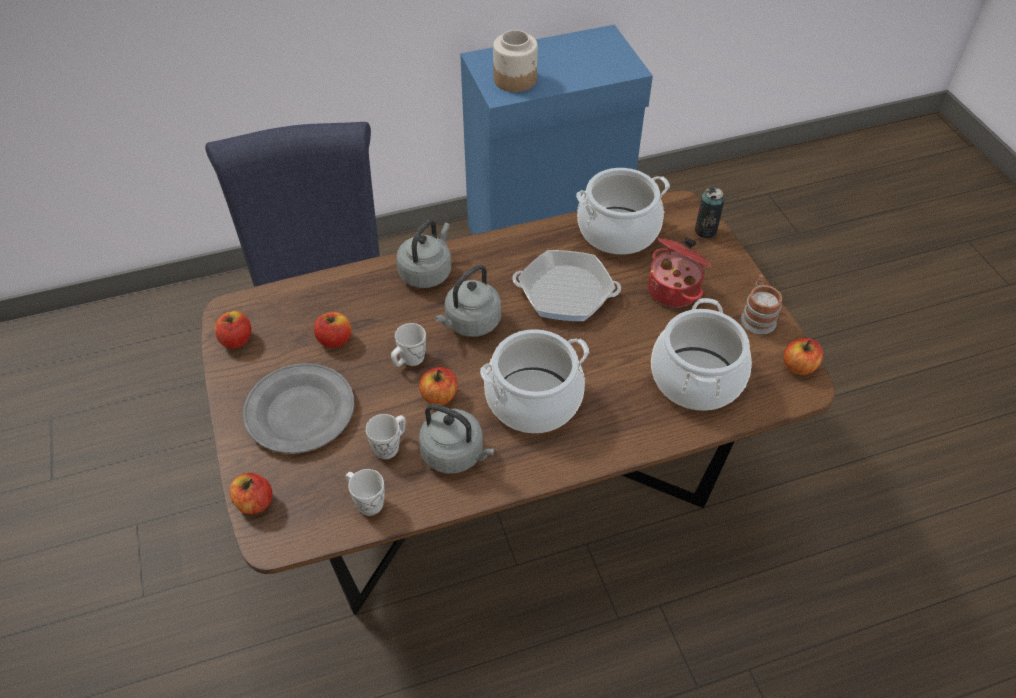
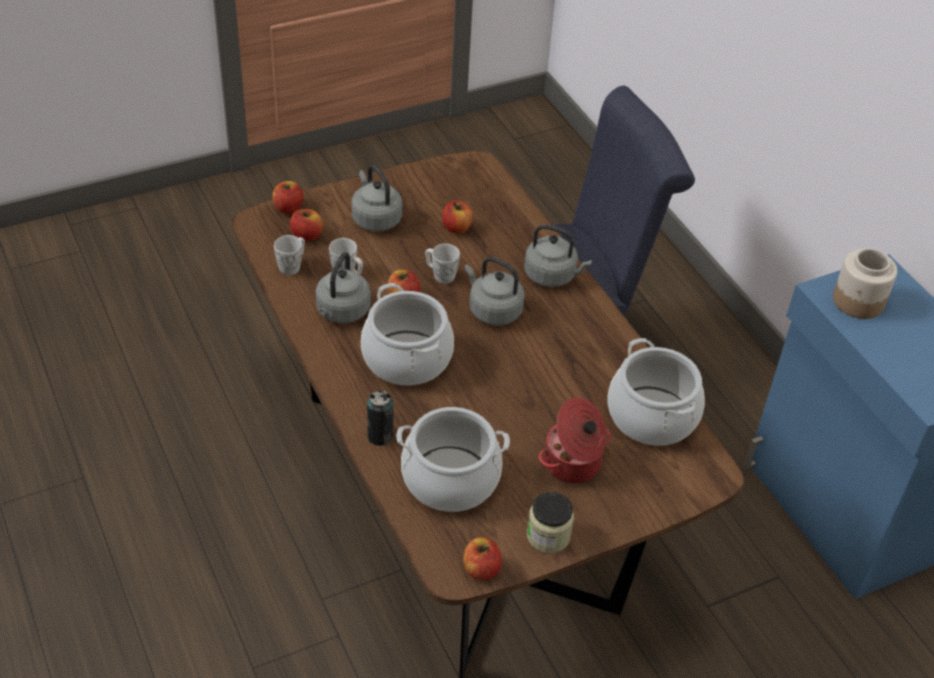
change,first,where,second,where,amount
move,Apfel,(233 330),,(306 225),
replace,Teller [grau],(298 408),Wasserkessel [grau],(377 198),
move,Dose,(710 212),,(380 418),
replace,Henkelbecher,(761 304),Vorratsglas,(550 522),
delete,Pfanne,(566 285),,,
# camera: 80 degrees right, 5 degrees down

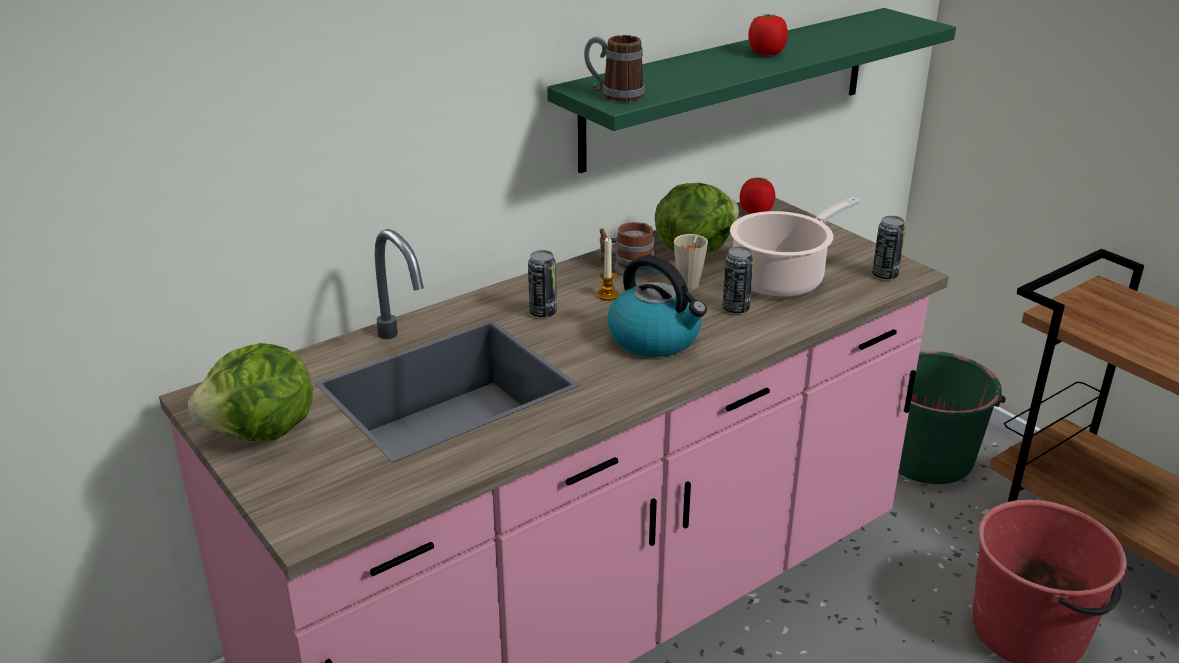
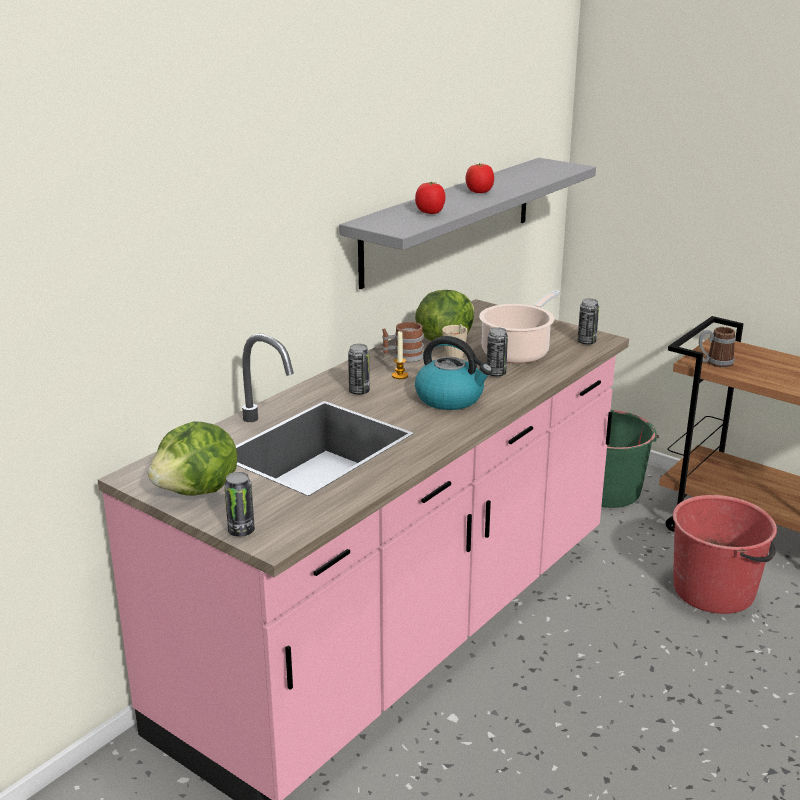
change,first,where,second,where,amount
insert,,,Dose,(239 504),
recolor,Wandregal [grün],(751 90),Wandregal [grau],(467 223),
move,Tomate,(758 196),,(430 198),
move,Henkelbecher,(614 68),,(717 347),
# camera: 15 degrees left, 5 degrees down

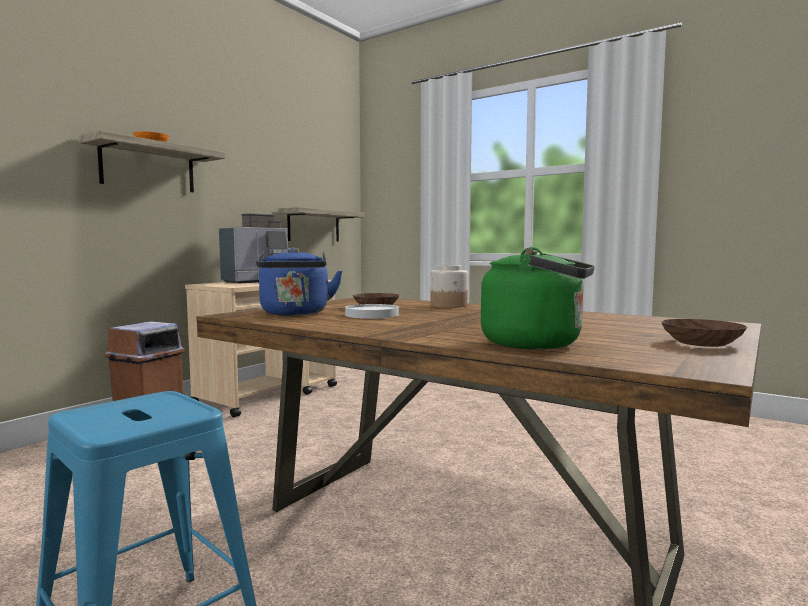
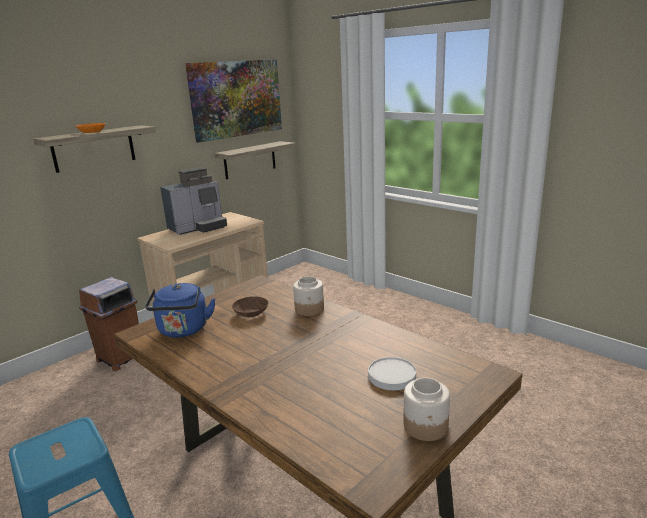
change,first,where,second,where,amount
insert,,,Bild,(233 101),
move,Teller [weiß],(372 311),,(392 373),
replace,Schüssel [braun],(704 333),Vorratsglas,(426 409),
delete,Wasserkessel [grün],(538 298),,,
# camera: 10 degrees right, 15 degrees up

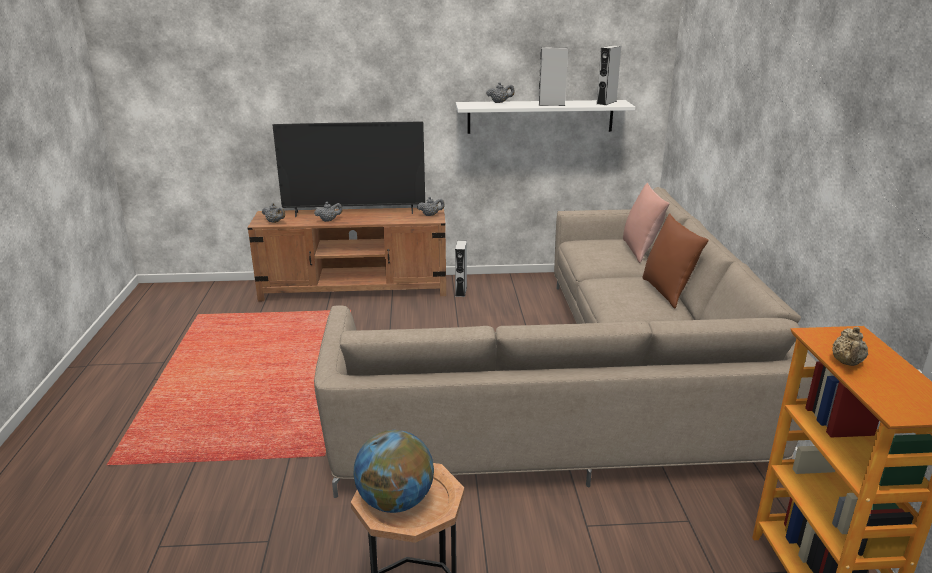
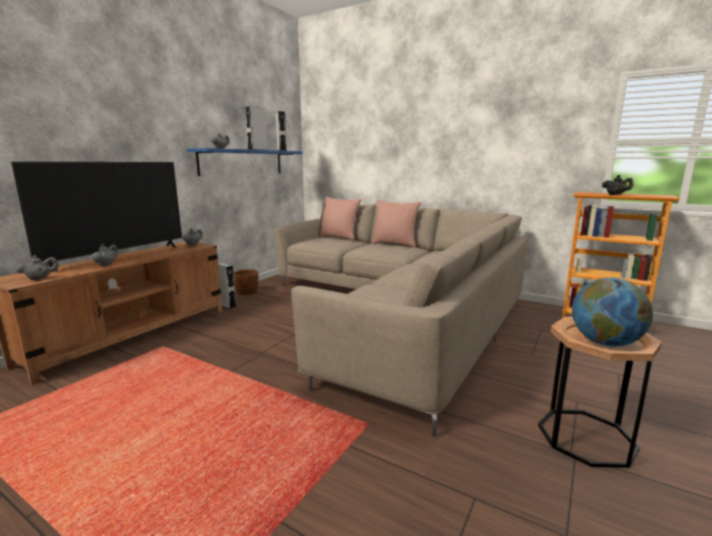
change,first,where,second,where,amount
recolor,Wandregal [weiß],(545 117),Wandregal [blau],(245 162),
insert,,,Pflanzkübel [braun],(246 282),
recolor,Kissen [braun],(675 260),Kissen [rosa],(396 223),
recolor,Teekanne [beige],(850 346),Teekanne [schwarz],(617 185),
# camera: 55 degrees left, 10 degrees down

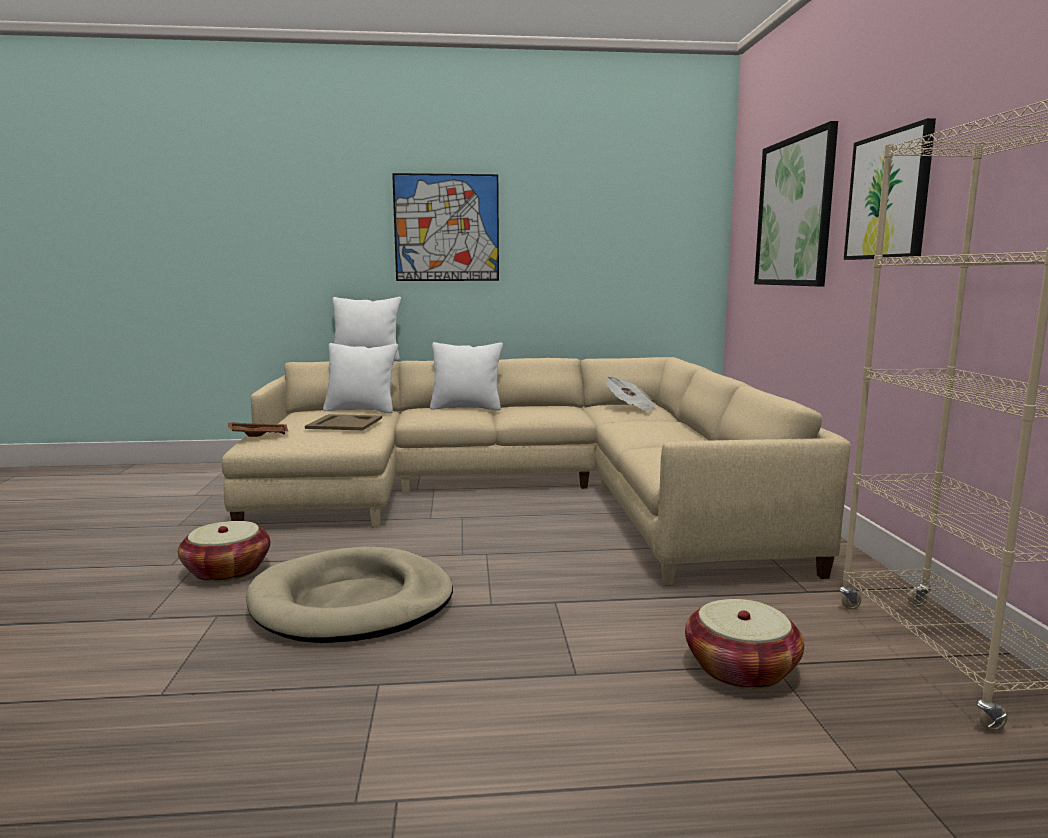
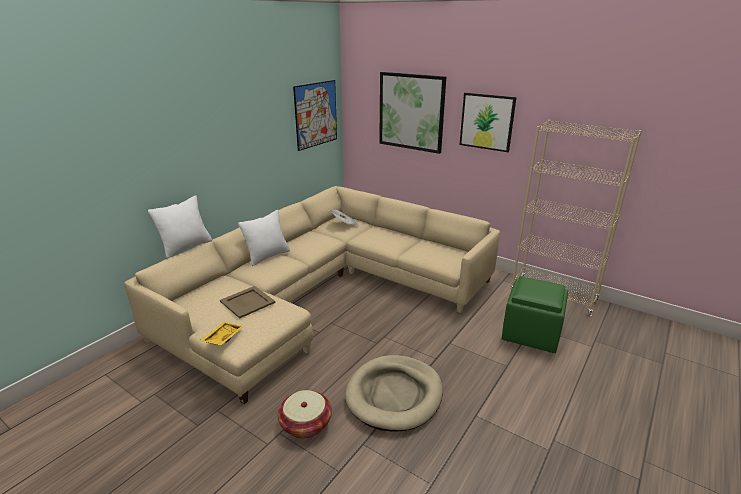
change,first,where,second,where,amount
recolor,Tablett [braun],(258 429),Tablett [gelb],(222 333),
move,Bild,(445 227),,(315 115),
replace,Korb,(744 644),Polsterhocker [grün],(535 314),
delete,Kissen [weiß],(360 378),,,
# camera: 50 degrees left, 15 degrees up

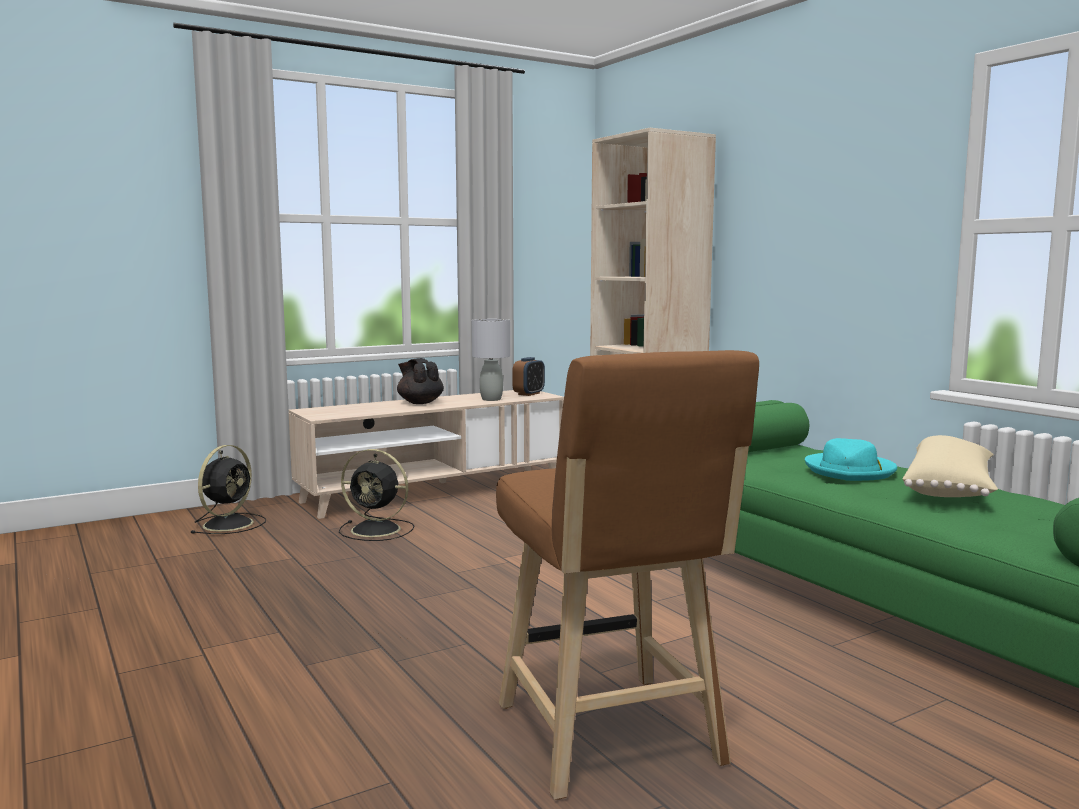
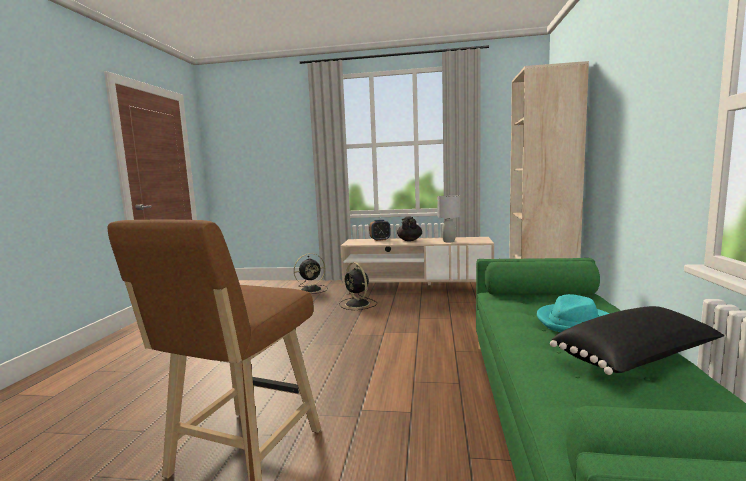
change,first,where,second,where,amount
move,Wecker,(528 376),,(380 230),
recolor,Kissen [beige],(950 466),Kissen [schwarz],(637 340),
# camera: 40 degrees right, 0 degrees up

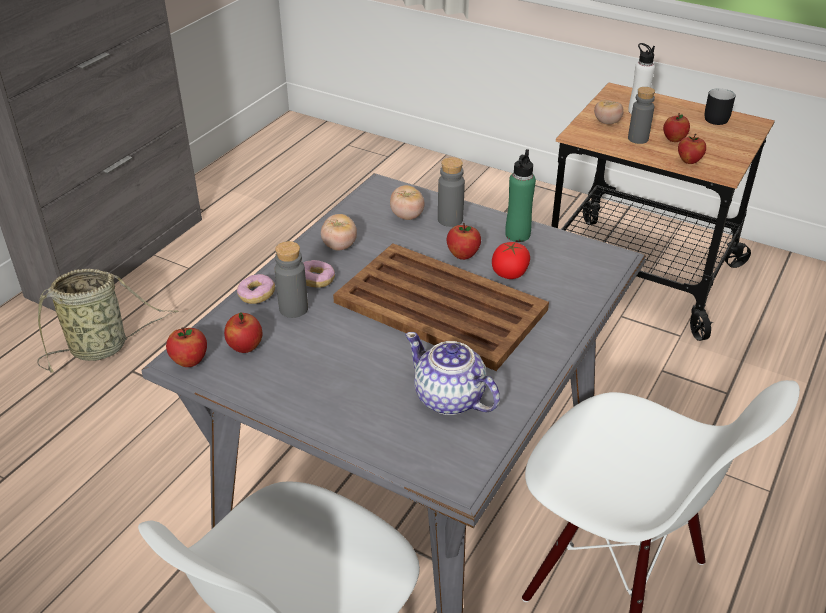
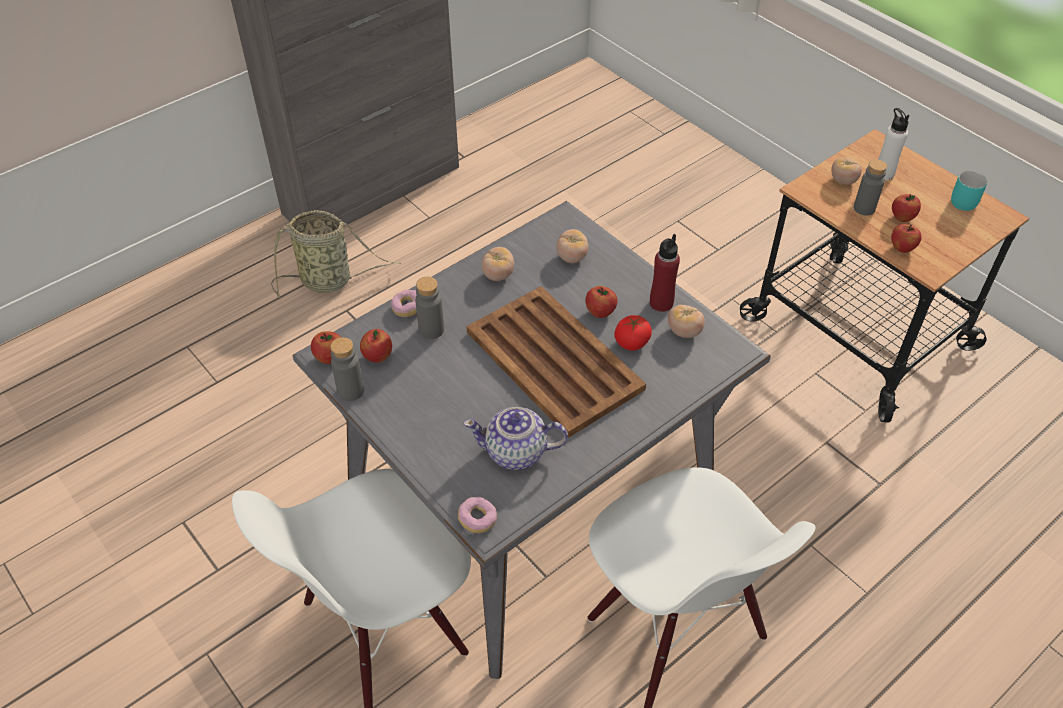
change,first,where,second,where,amount
move,Flasche [grau],(451 192),,(347 369),
move,Donut,(319 274),,(477 515),
rotate,Teekanne,(452 373),,(515 438),60 degrees counterclockwise
recolor,Flasche [grün],(520 195),Flasche [rot],(665 273),
insert,,,Tomate,(686 321),
recolor,Henkelbecher [schwarz],(720 106),Henkelbecher [türkis],(969 191),
# camera: 20 degrees right, 10 degrees up

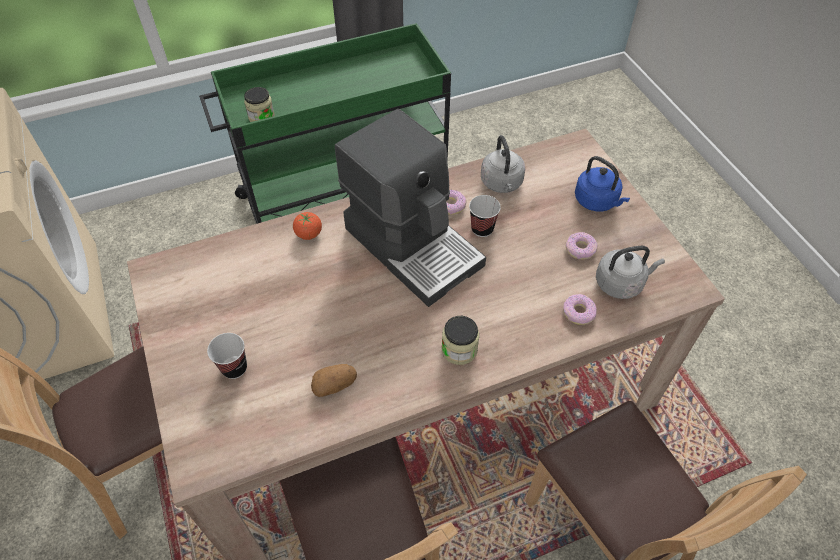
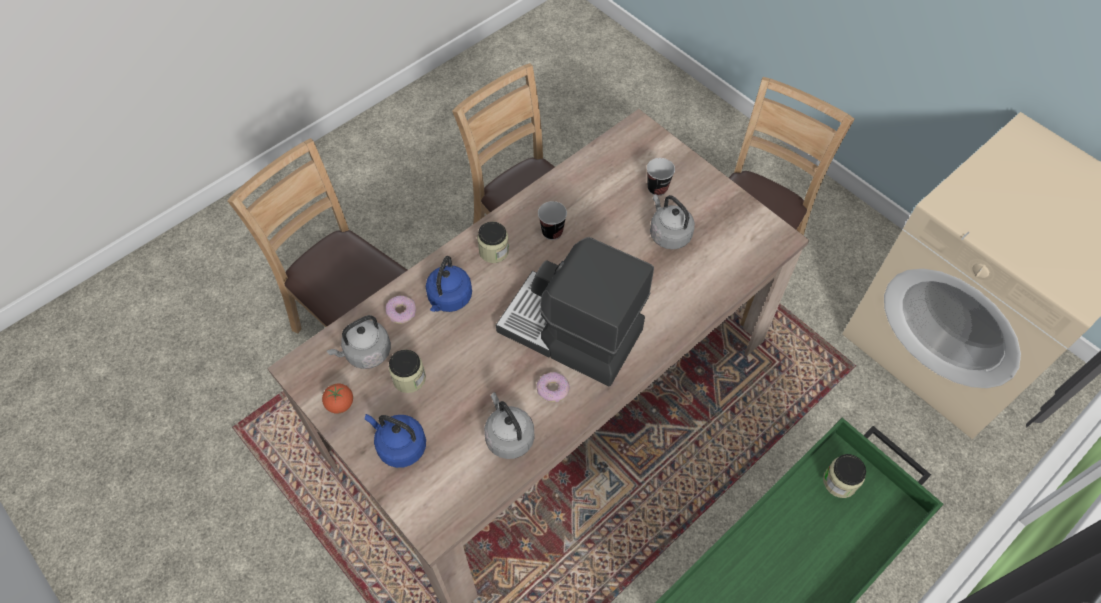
change,first,where,second,where,amount
move,Tomate,(307 226),,(337 399),
replace,Donut,(581 246),Vorratsglas,(407 371),
insert,,,Wasserkessel [blau],(449 284),
move,Tasse,(485 216),,(552 220),
insert,,,Wasserkessel [grau],(672 222),
delete,Kartoffel,(334 380),,,
# camera: 160 degrees right, 5 degrees up

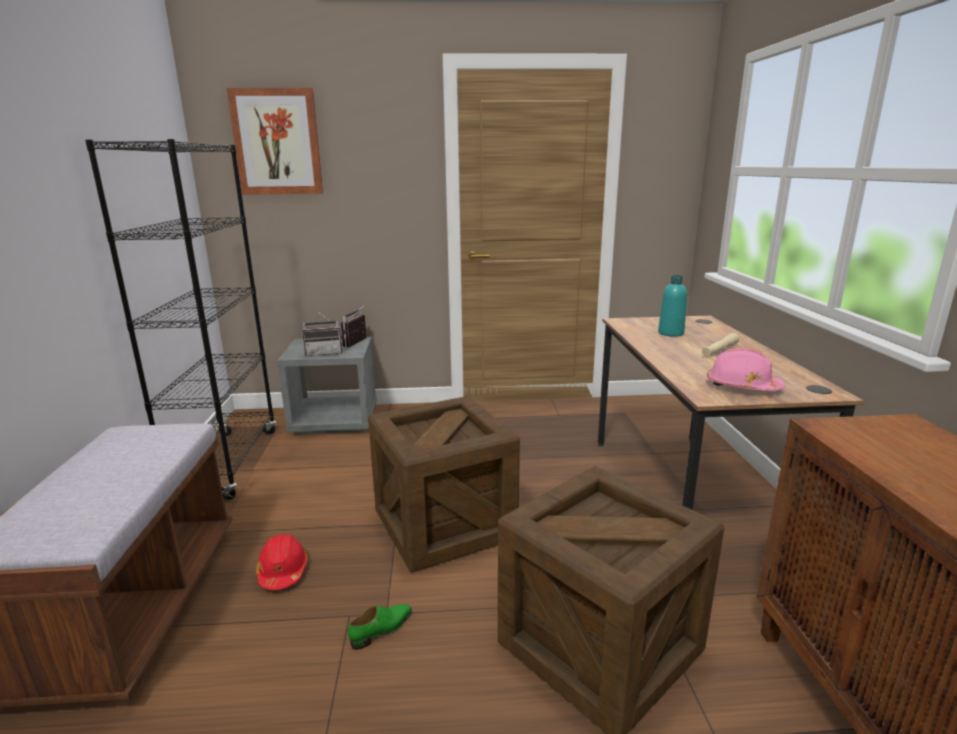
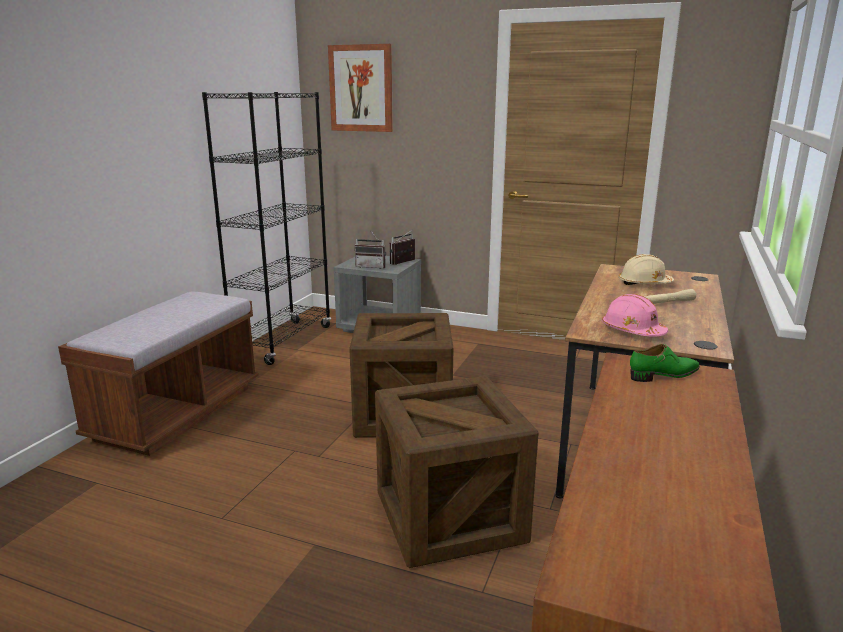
change,first,where,second,where,amount
replace,Flasche [türkis],(672 306),Schutzhelm [beige],(646 269),
move,Schuh [grün],(380 627),,(665 363),
delete,Schutzhelm [rot],(282 562),,,
# camera: 25 degrees right, 0 degrees up

